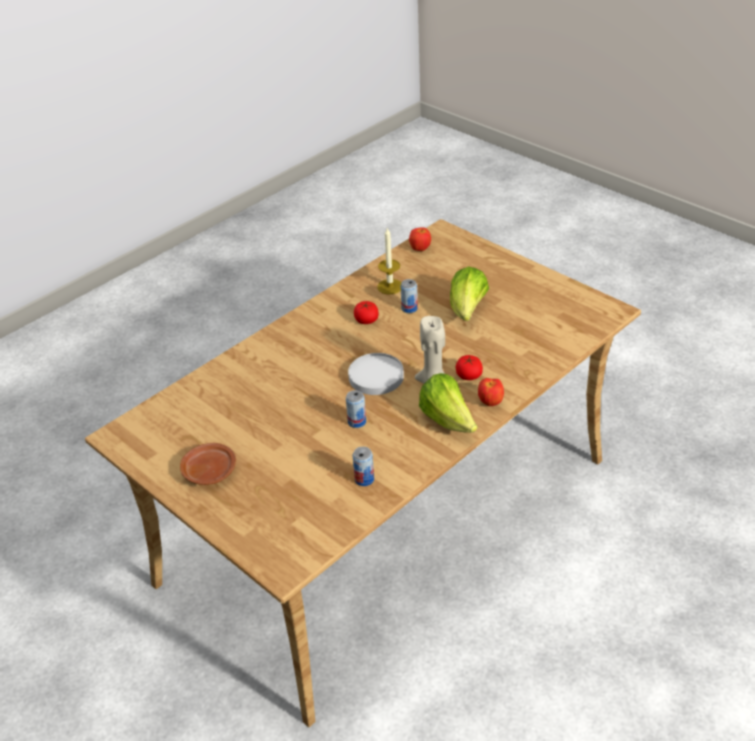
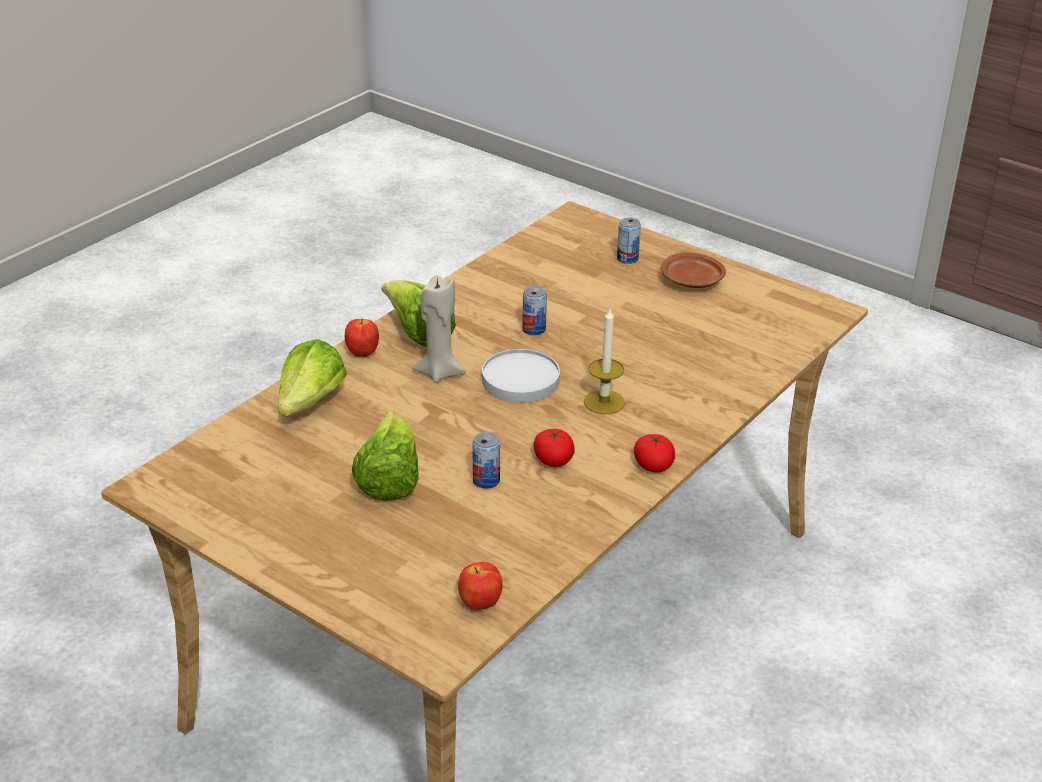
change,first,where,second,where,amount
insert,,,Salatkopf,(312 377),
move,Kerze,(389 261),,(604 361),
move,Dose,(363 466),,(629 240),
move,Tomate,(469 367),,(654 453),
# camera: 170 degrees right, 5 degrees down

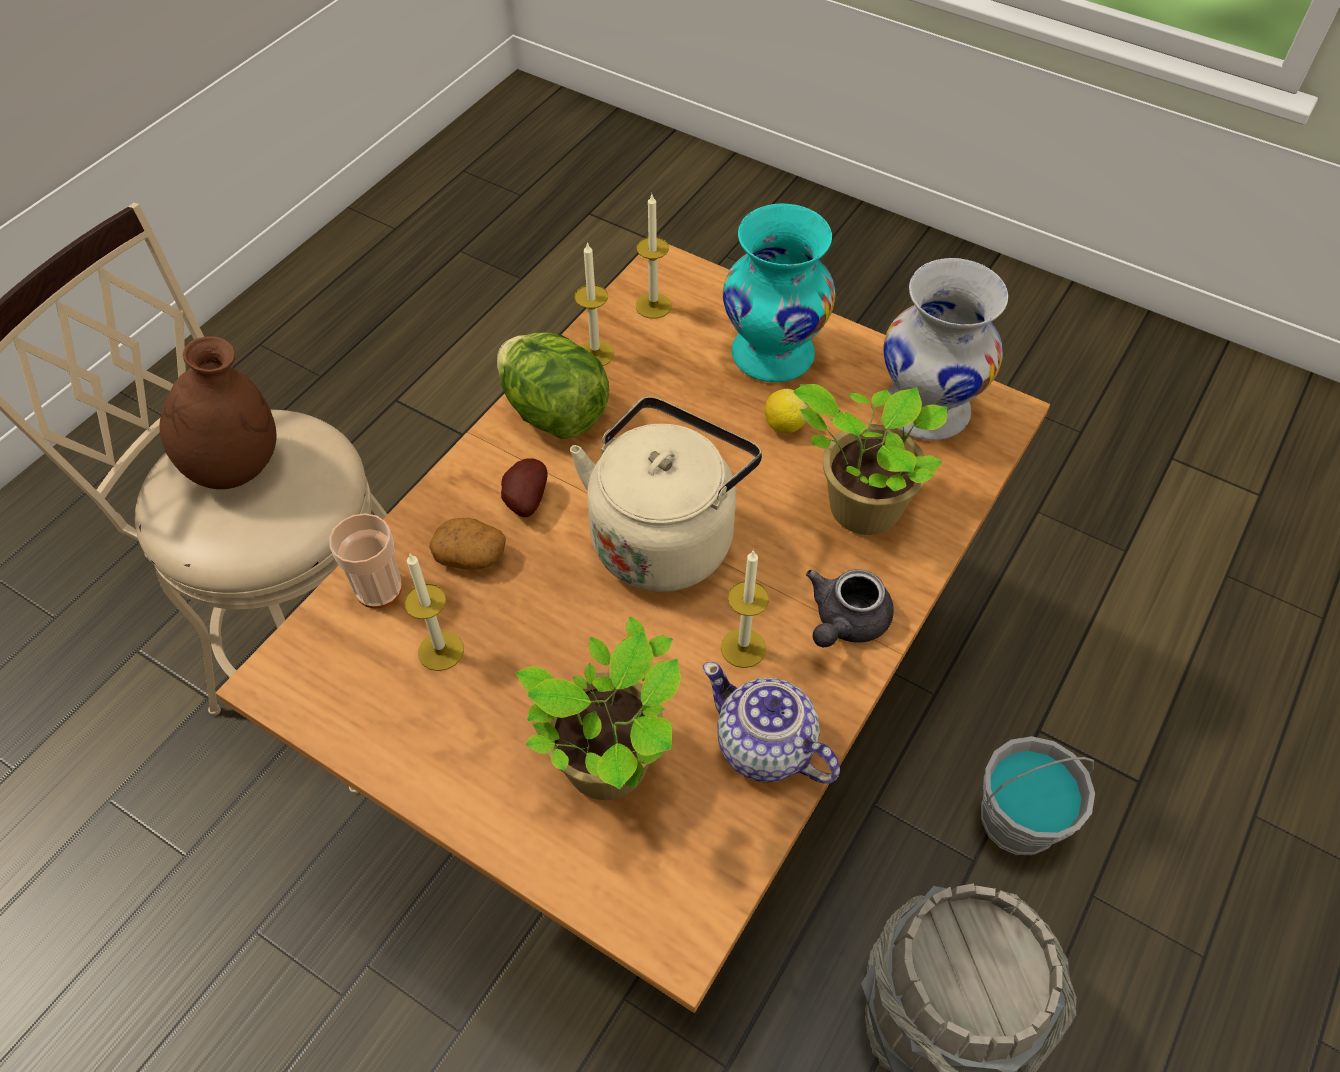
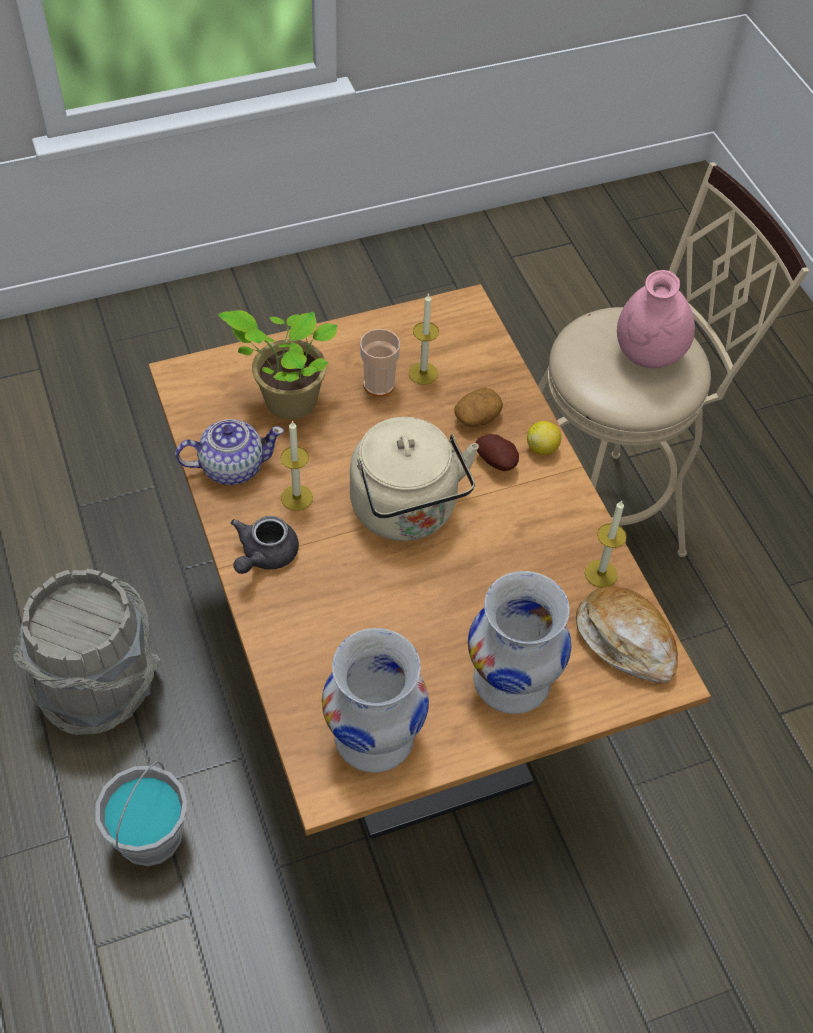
change,first,where,second,where,amount
rotate,Teekanne [grau],(850 608),,(265 545),135 degrees counterclockwise
move,Tasse,(365 560),,(380 363),
recolor,Vase [türkis],(779 292),Vase [weiß],(519 642),
move,Zitrone,(786 411),,(544 438),
replace,Kerze,(654 256),Brot,(627 634),
recolor,Vase [braun],(218 412),Vase [rosa],(656 319),
delete,Salatkopf,(553 386),,,
delete,Topfpflanze,(870 459),,,
# camera: 125 degrees right, 0 degrees up

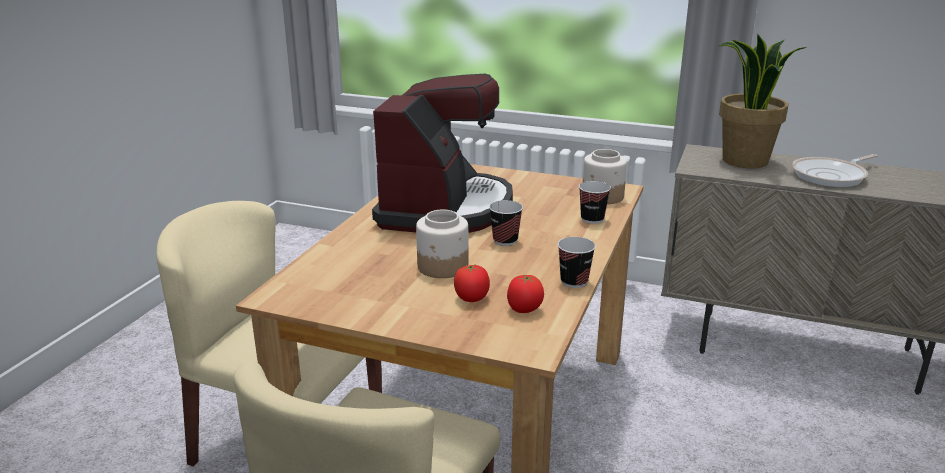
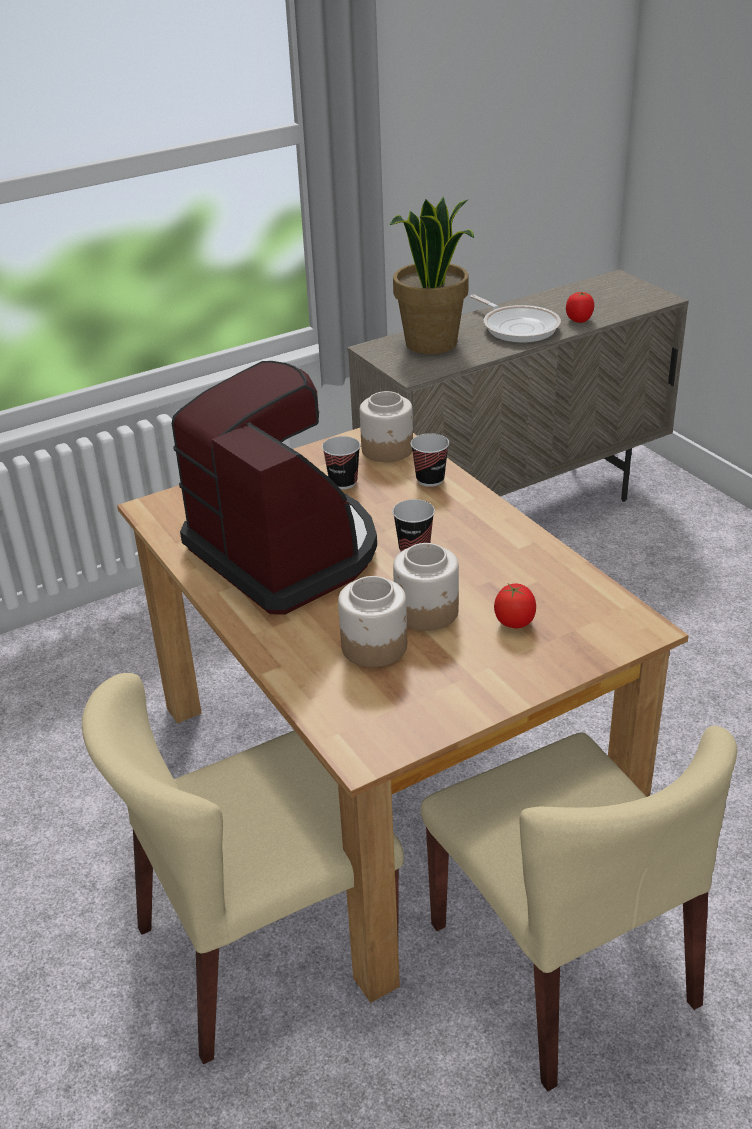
change,first,where,second,where,amount
move,Tasse,(577 262),,(341 462),
insert,,,Vorratsglas,(372 621),
rotate,Pfanne,(835 170),,(515 318),45 degrees counterclockwise
move,Tomate,(525 294),,(580 307),
# camera: 50 degrees left, 10 degrees up

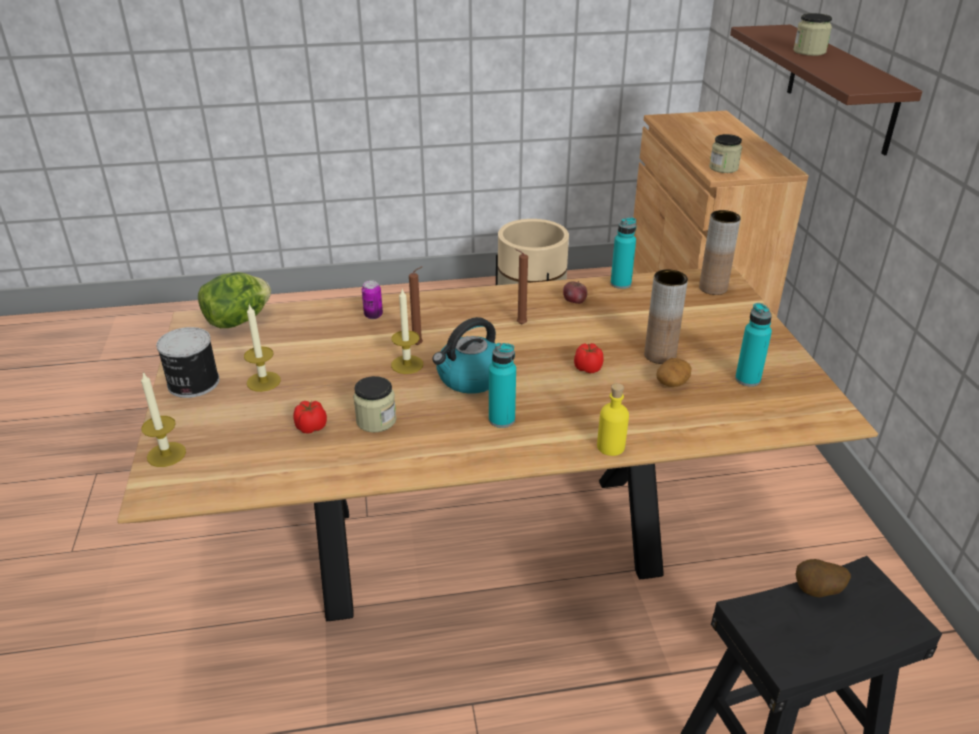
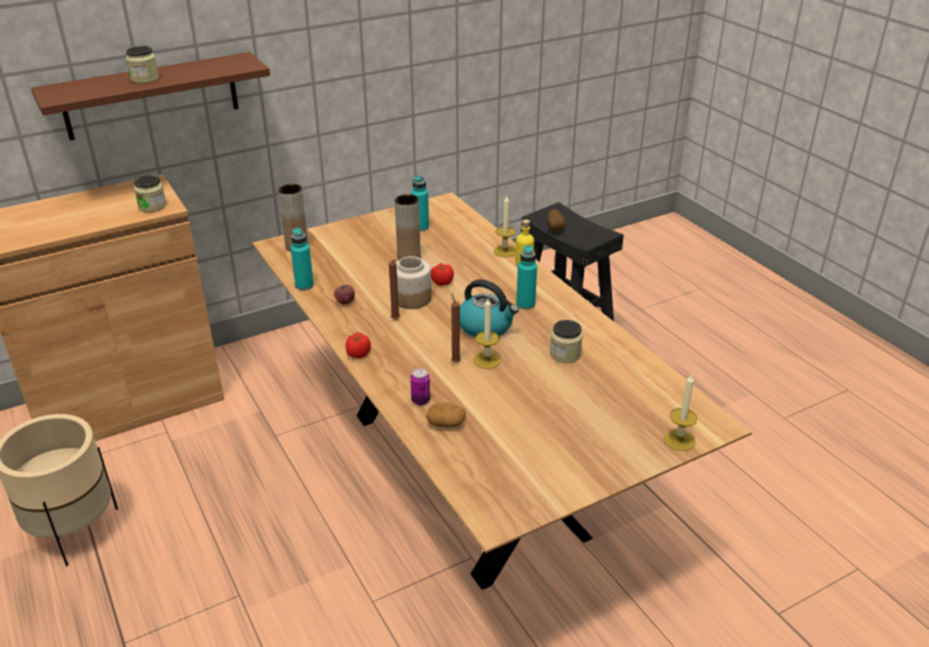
change,first,where,second,where,amount
move,Tomate,(310 417),,(358 345),
insert,,,Vorratsglas,(413 282),
move,Kartoffel,(674 372),,(446 415),
move,Kerze,(262 348),,(504 226),
delete,Dose,(188 362),,,
delete,Salatkopf,(234 300),,,
# camera: 110 degrees left, 0 degrees up

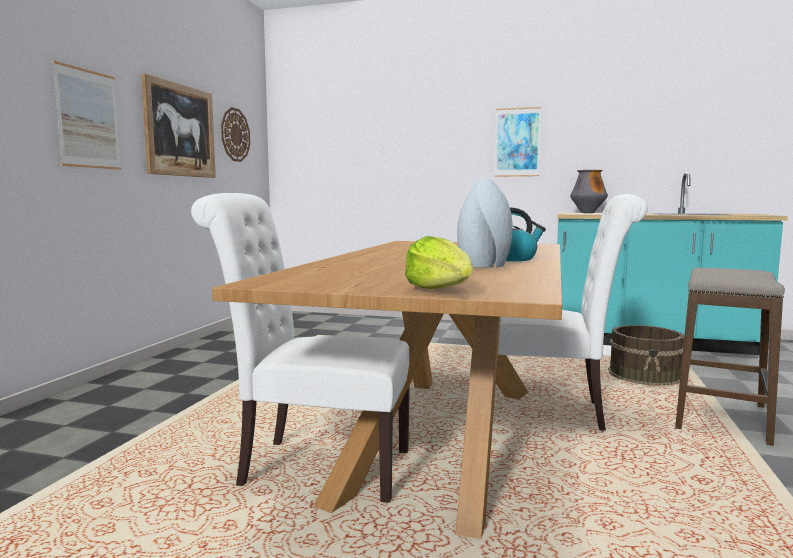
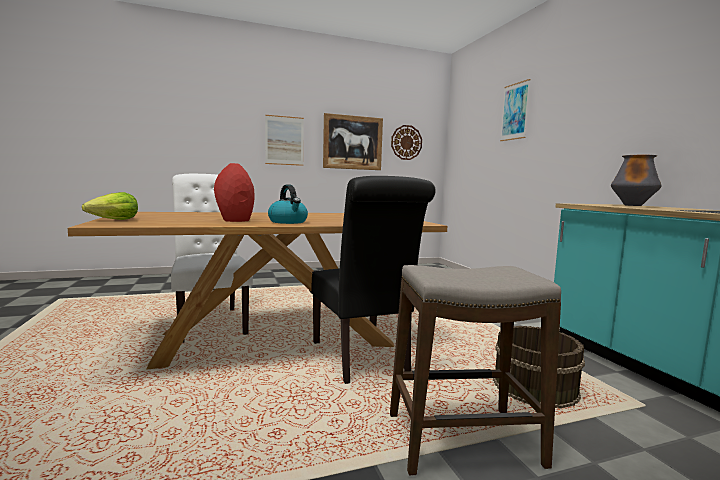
change,first,where,second,where,amount
recolor,Vase [grau],(485 223),Vase [rot],(234 192),
recolor,Stuhl [weiß],(573 312),Stuhl [schwarz],(372 280),
move,Bild,(518 142),,(515 110),
# camera: 55 degrees right, 0 degrees up

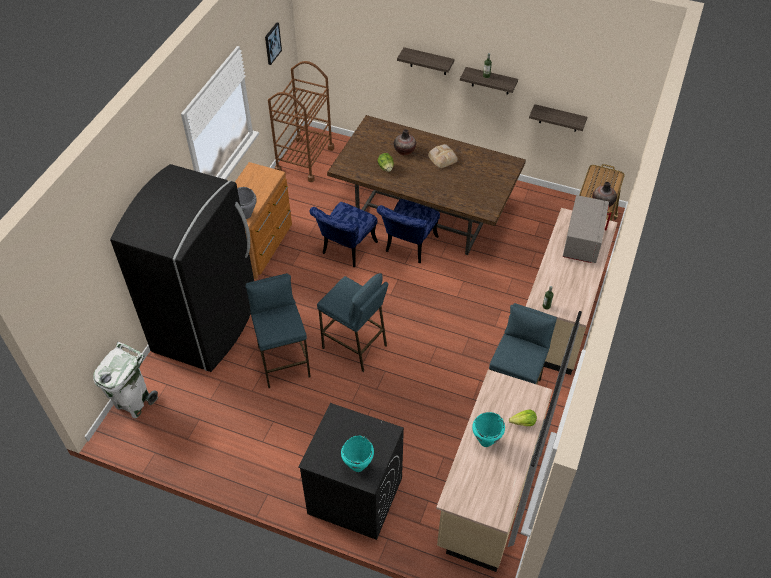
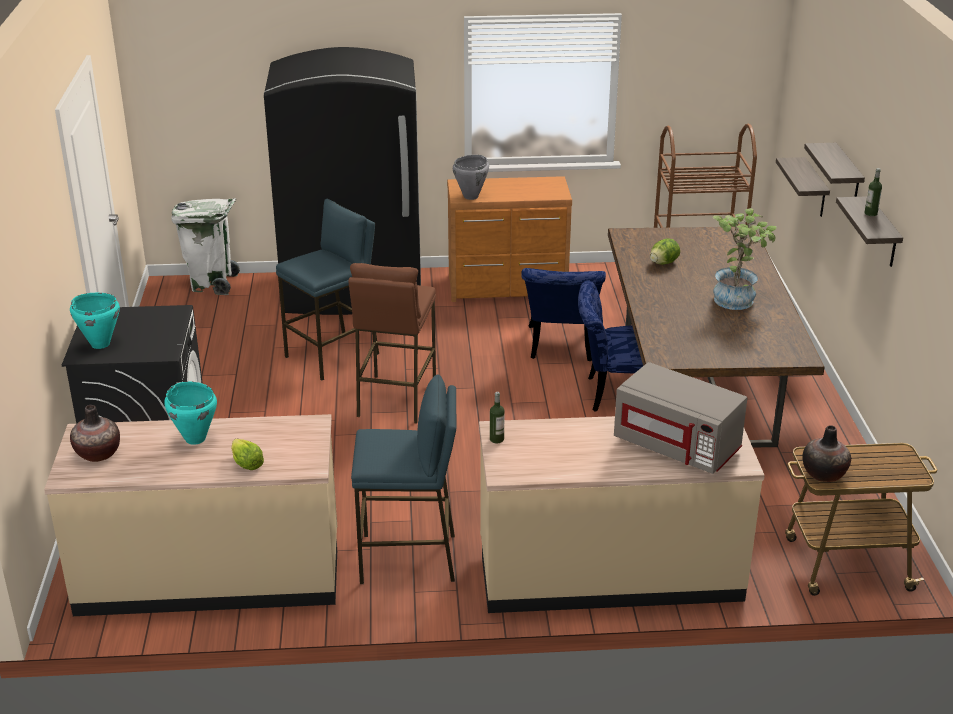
change,first,where,second,where,amount
move,Vase,(405 142),,(95 433),
recolor,Hocker [blau],(352 322),Hocker [braun],(392 343),
rotate,Stuhl [blau],(343 234),,(563 314),90 degrees counterclockwise
rotate,Mikrowelle [grau],(587 229),,(680 418),45 degrees clockwise
replace,Brot,(443 156),Topfpflanze,(745 259),
move,Wandregal,(558 118),,(803 187),
delete,Bild,(273 43),,,
# camera: 65 degrees right, 20 degrees down

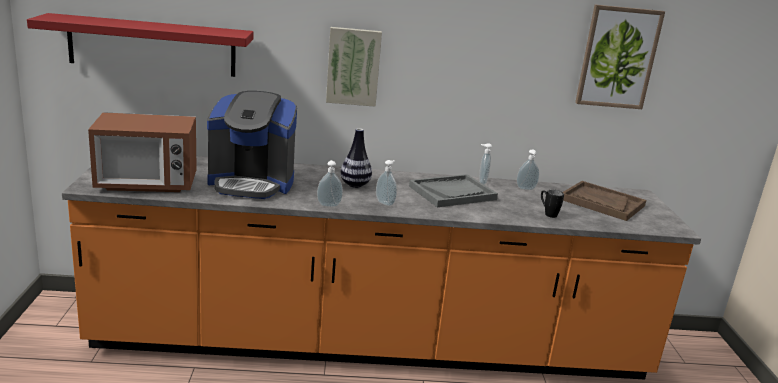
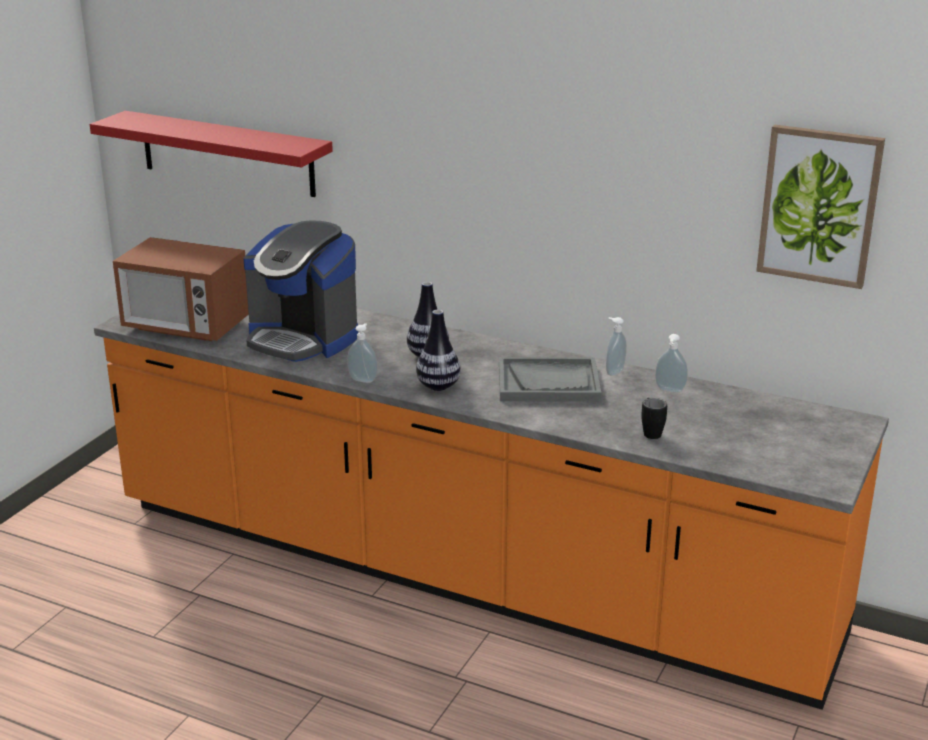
change,first,where,second,where,amount
replace,Seifenspender,(386 183),Vase,(438 350),
delete,Bild,(354 67),,,
delete,Tablett [braun],(604 201),,,
# camera: 30 degrees right, 5 degrees up

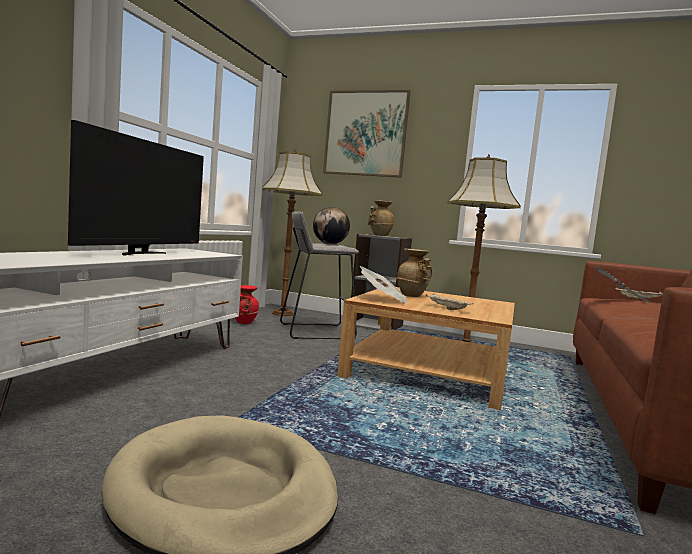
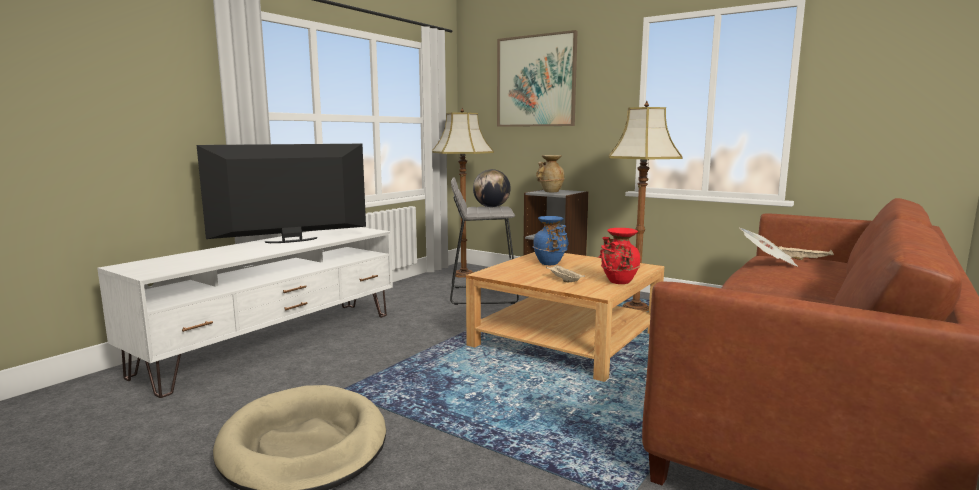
change,first,where,second,where,amount
rotate,Fernseher,(136 188),,(281 193),150 degrees counterclockwise
recolor,Vase [beige],(414 273),Vase [blau],(550 240),
move,Vase [rot],(247 304),,(619 256),
delete,Zeitung,(383 285),,,
# camera: 15 degrees right, 5 degrees up

